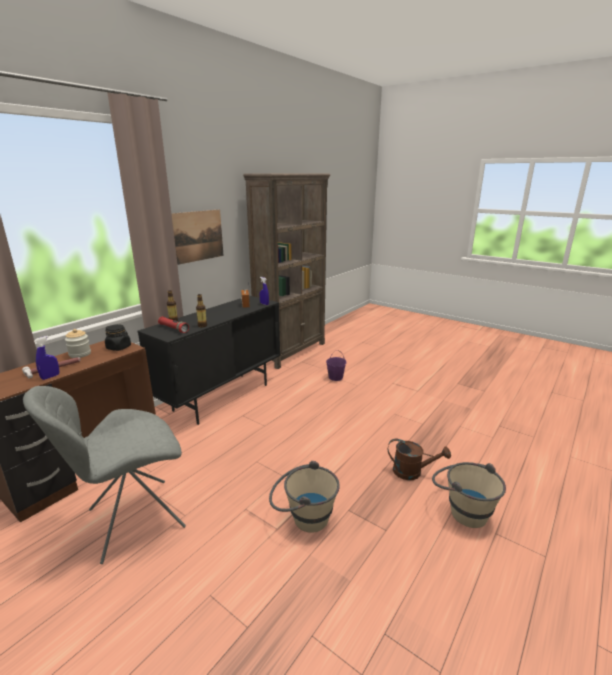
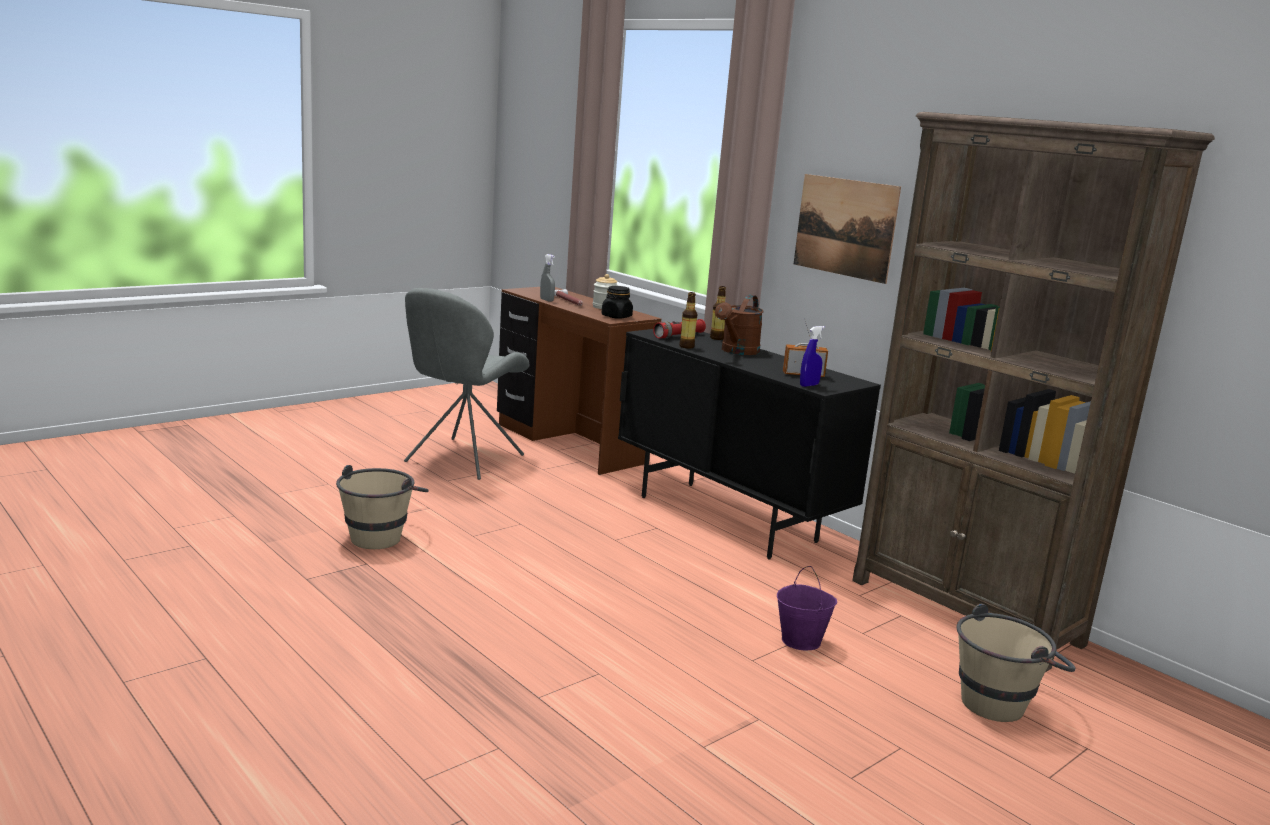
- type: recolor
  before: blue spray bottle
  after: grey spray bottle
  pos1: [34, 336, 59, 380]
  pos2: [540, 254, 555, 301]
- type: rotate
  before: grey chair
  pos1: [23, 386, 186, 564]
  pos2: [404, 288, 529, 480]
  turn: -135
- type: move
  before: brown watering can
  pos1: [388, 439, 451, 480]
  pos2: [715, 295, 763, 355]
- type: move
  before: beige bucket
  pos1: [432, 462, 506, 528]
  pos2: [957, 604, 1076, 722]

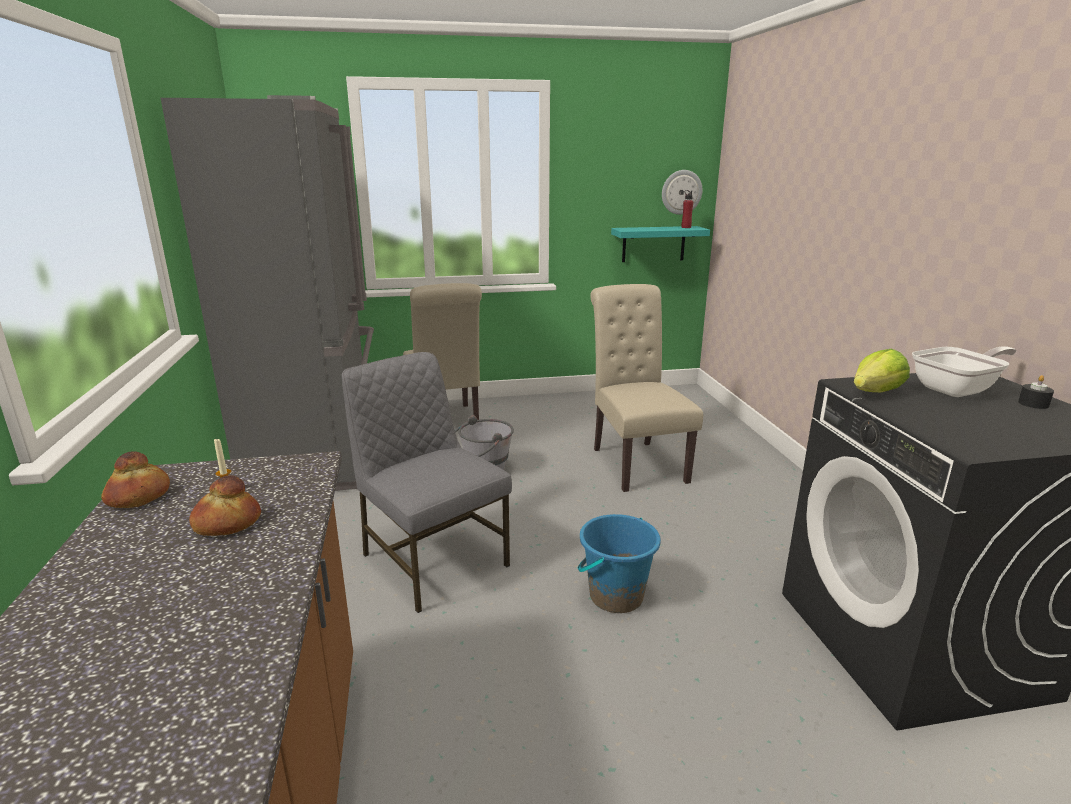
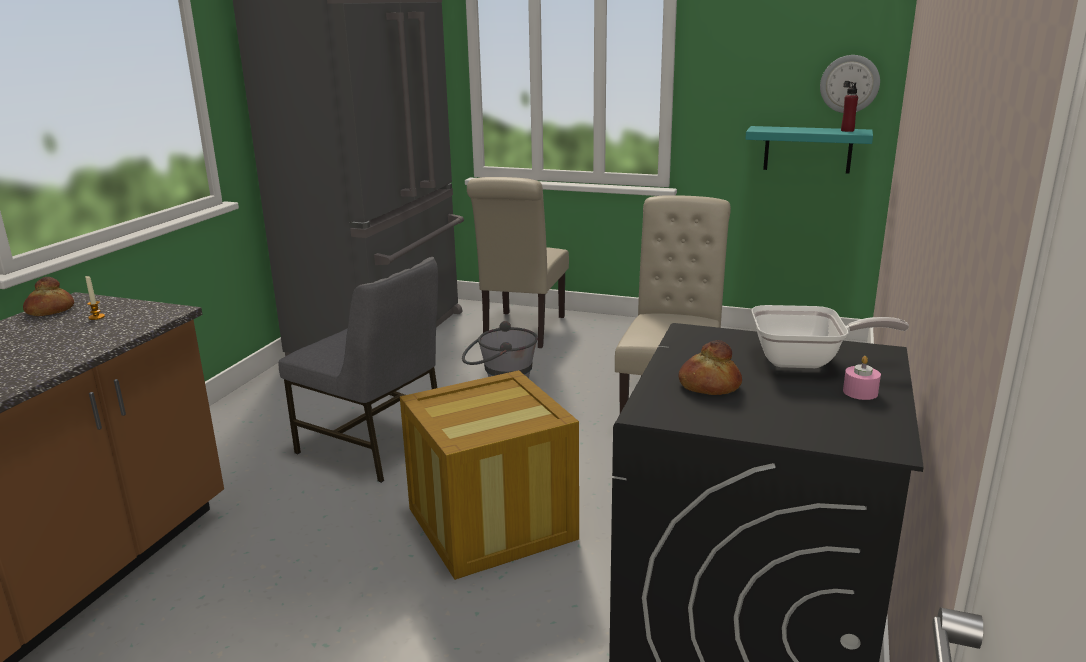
- type: delete
  before: lettuce
  pos1: [854, 348, 910, 392]
- type: rotate
  before: grey chair
  pos1: [342, 352, 512, 613]
  pos2: [279, 257, 438, 483]
  turn: 135
- type: recolor
  before: black candle
  after: pink candle
  pos1: [1018, 375, 1054, 409]
  pos2: [843, 356, 881, 400]
- type: move
  before: bread
  pos1: [189, 475, 261, 536]
  pos2: [679, 340, 742, 395]
- type: replace
  before: blue bucket
  after: crate
  pos1: [577, 514, 661, 613]
  pos2: [400, 370, 579, 580]

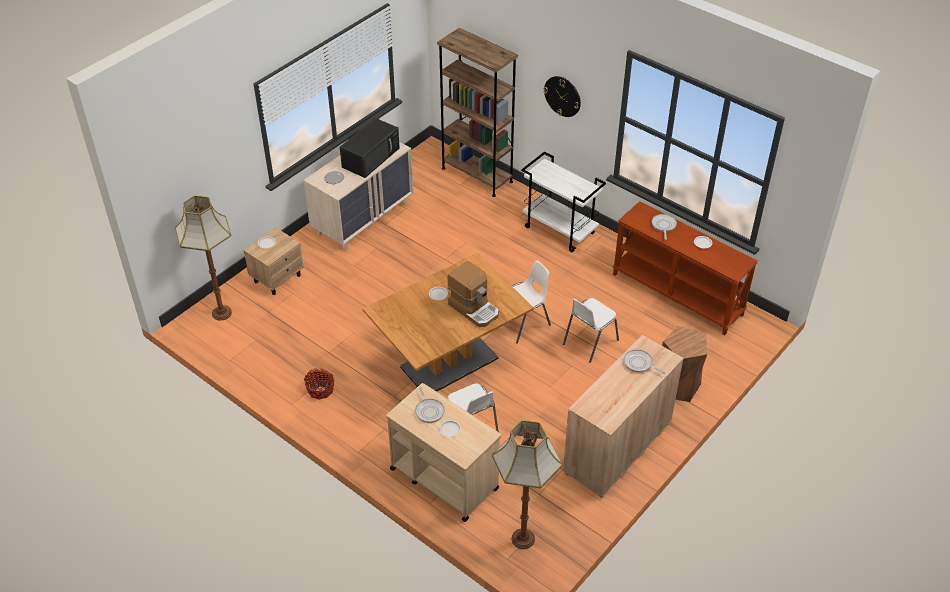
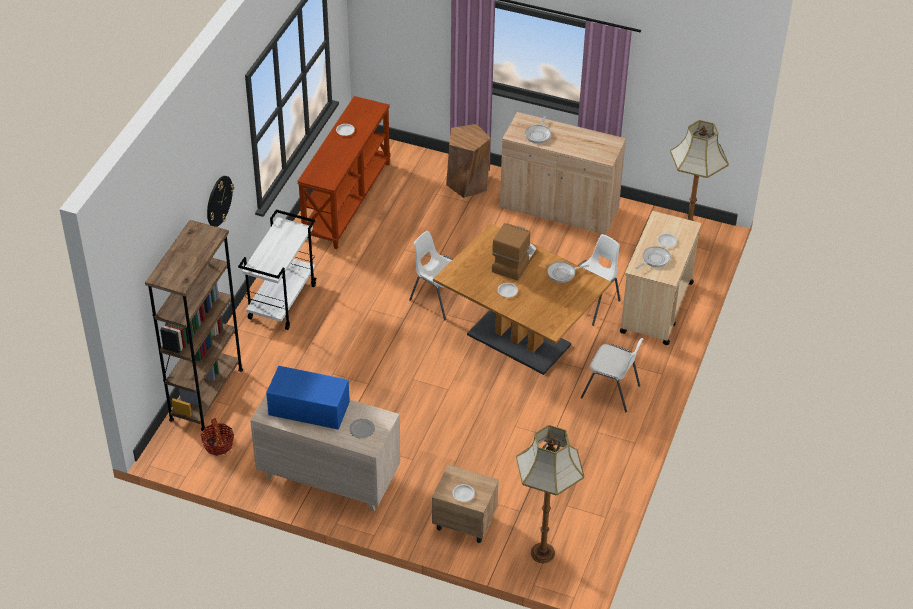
- type: recolor
  before: black microwave
  after: blue microwave
  pos1: [340, 118, 400, 178]
  pos2: [266, 366, 350, 430]
- type: move
  before: frying pan
  pos1: [652, 214, 677, 240]
  pos2: [547, 261, 589, 283]
- type: move
  before: white chair
  pos1: [563, 298, 619, 363]
  pos2: [581, 338, 644, 412]
- type: move
  before: basket
  pos1: [304, 368, 335, 400]
  pos2: [201, 418, 234, 456]

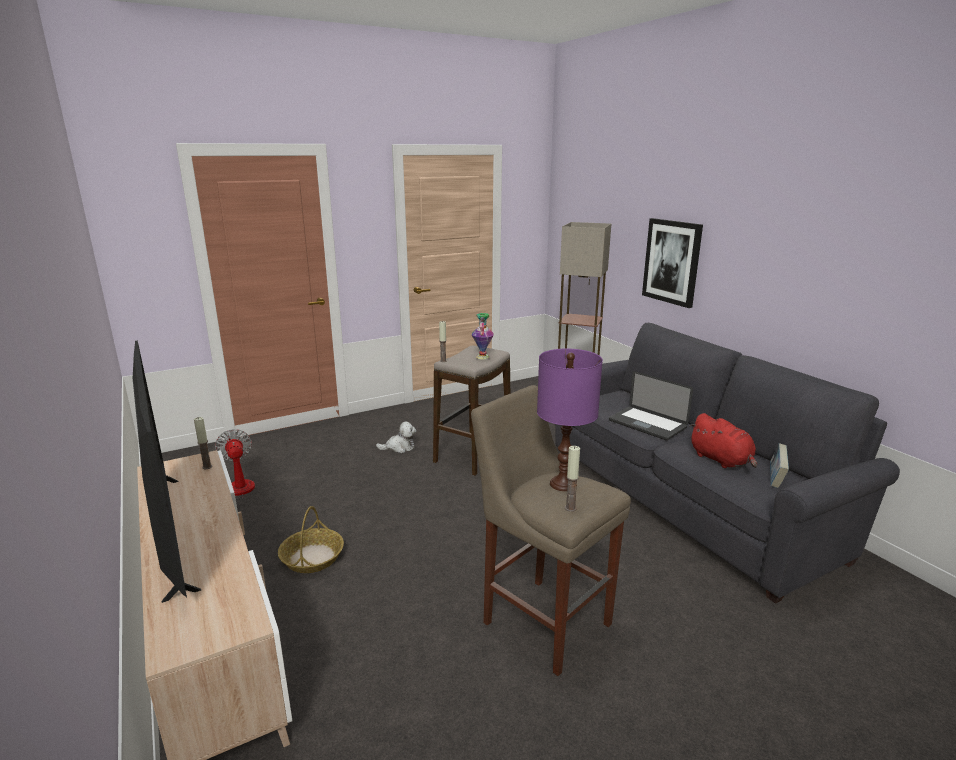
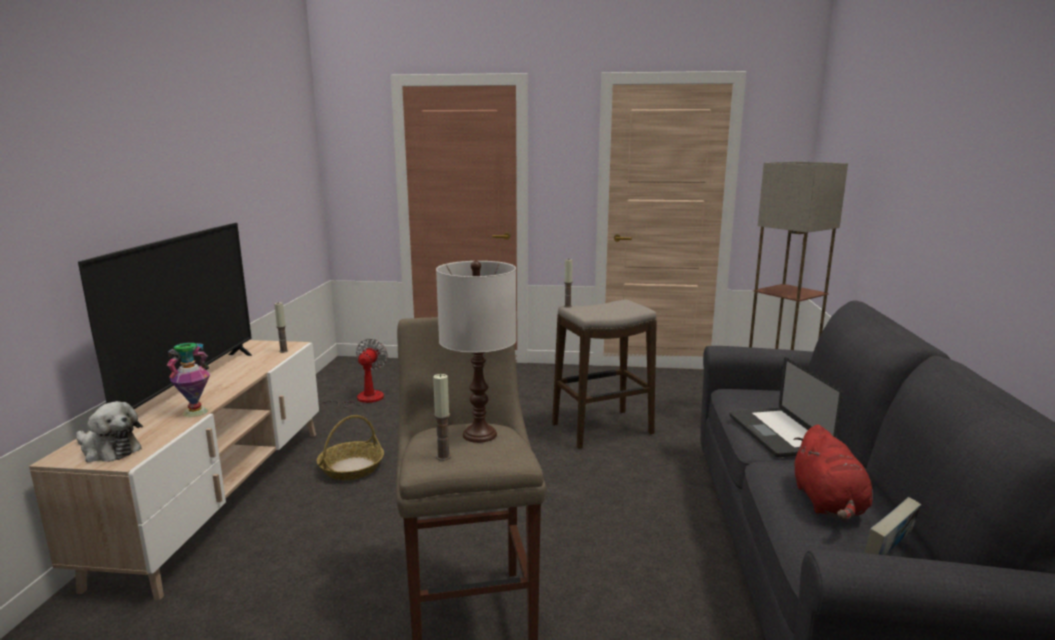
- type: delete
  before: picture
  pos1: [642, 218, 703, 308]
- type: move
  before: vase
  pos1: [472, 313, 494, 360]
  pos2: [167, 343, 210, 417]
- type: recolor
  before: purple table lamp
  after: white table lamp
  pos1: [537, 349, 603, 491]
  pos2: [436, 261, 516, 443]
- type: move
  before: plush toy
  pos1: [376, 421, 416, 453]
  pos2: [76, 401, 142, 462]

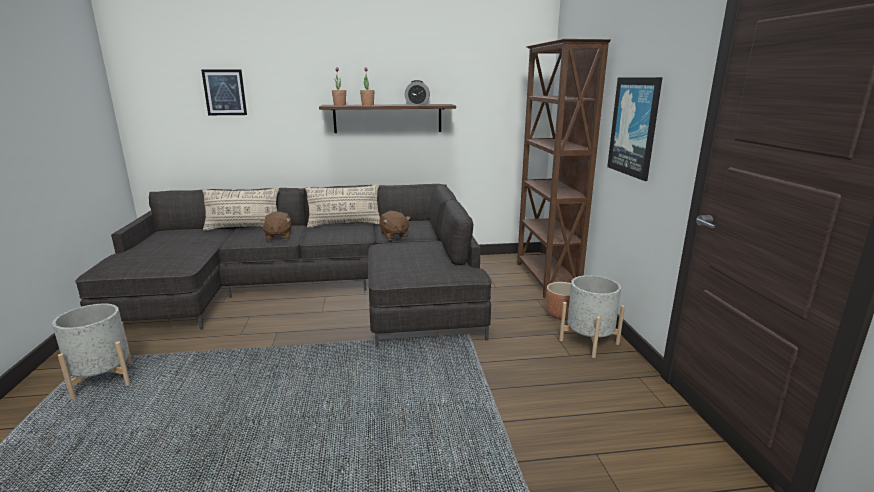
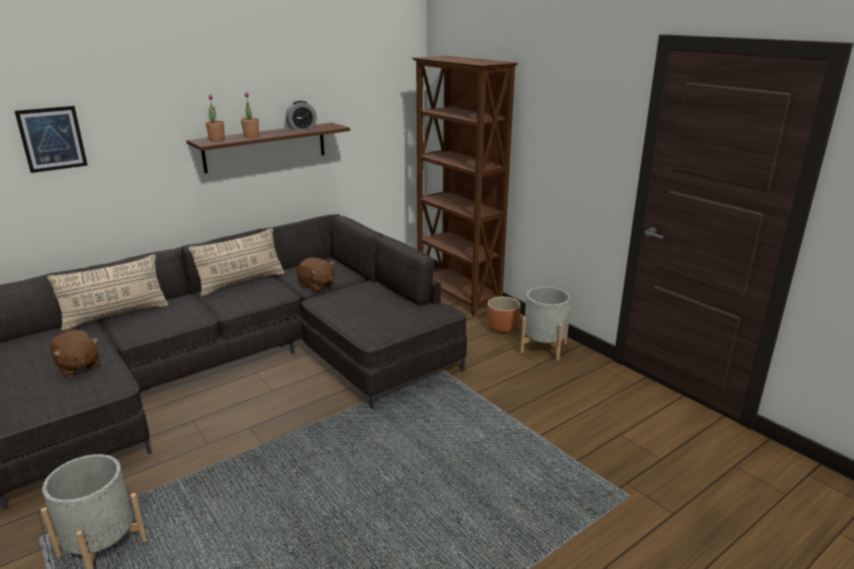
- type: delete
  before: picture
  pos1: [607, 77, 662, 181]
- type: move
  before: brown plush toy
  pos1: [260, 211, 291, 241]
  pos2: [51, 330, 100, 377]

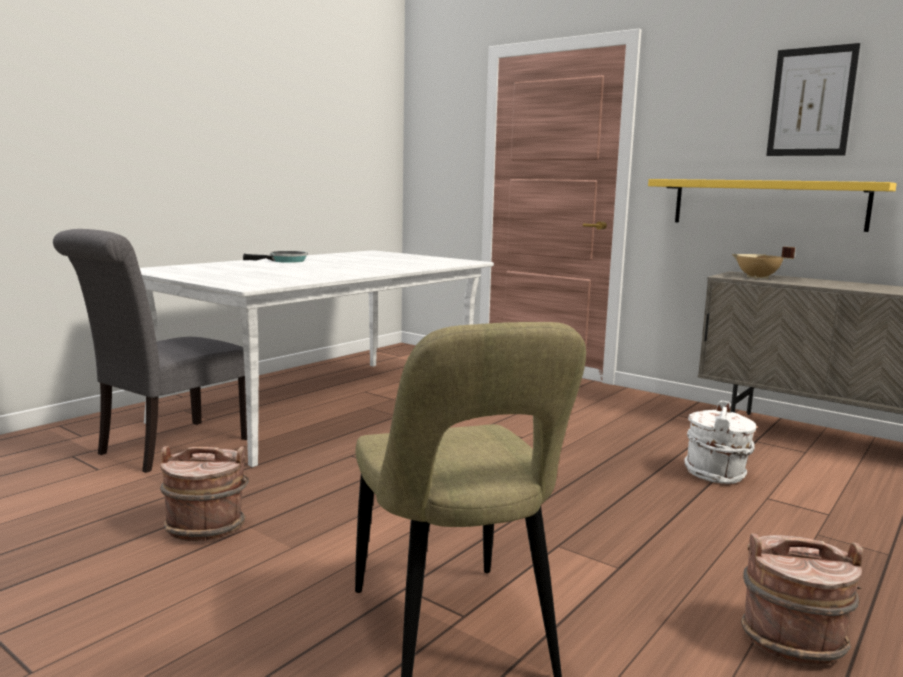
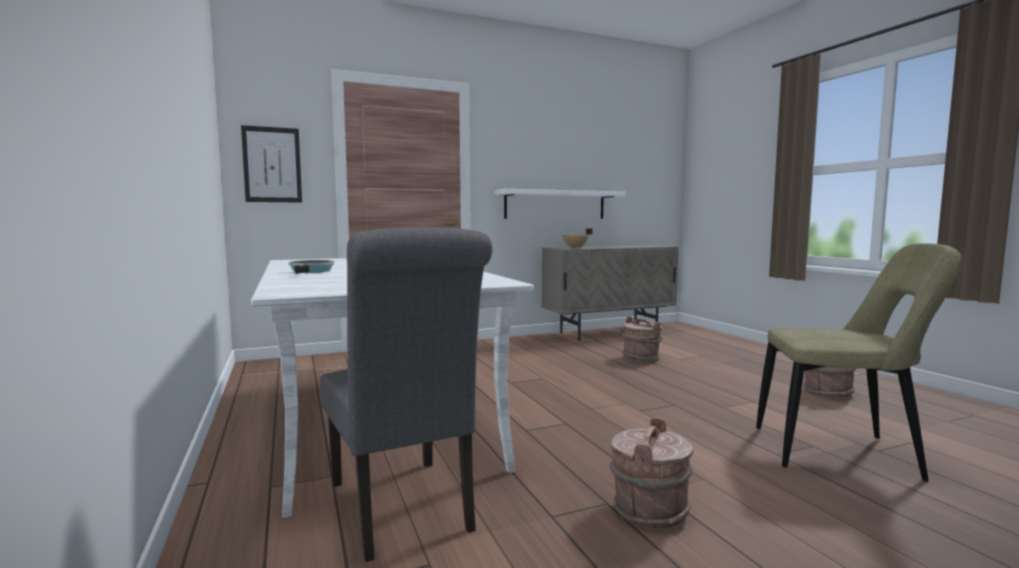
- type: move
  before: picture
  pos1: [766, 43, 860, 156]
  pos2: [241, 125, 302, 203]
- type: recolor
  before: yellow shelf
  after: white shelf
  pos1: [648, 179, 897, 232]
  pos2: [494, 189, 626, 219]
- type: recolor
  before: white bucket
  after: brown bucket
  pos1: [684, 401, 756, 484]
  pos2: [622, 317, 662, 362]

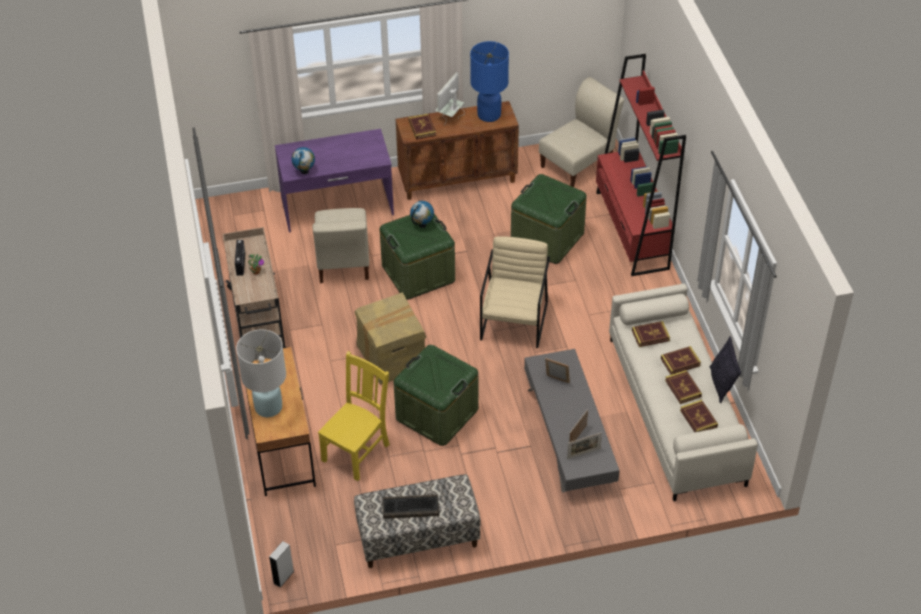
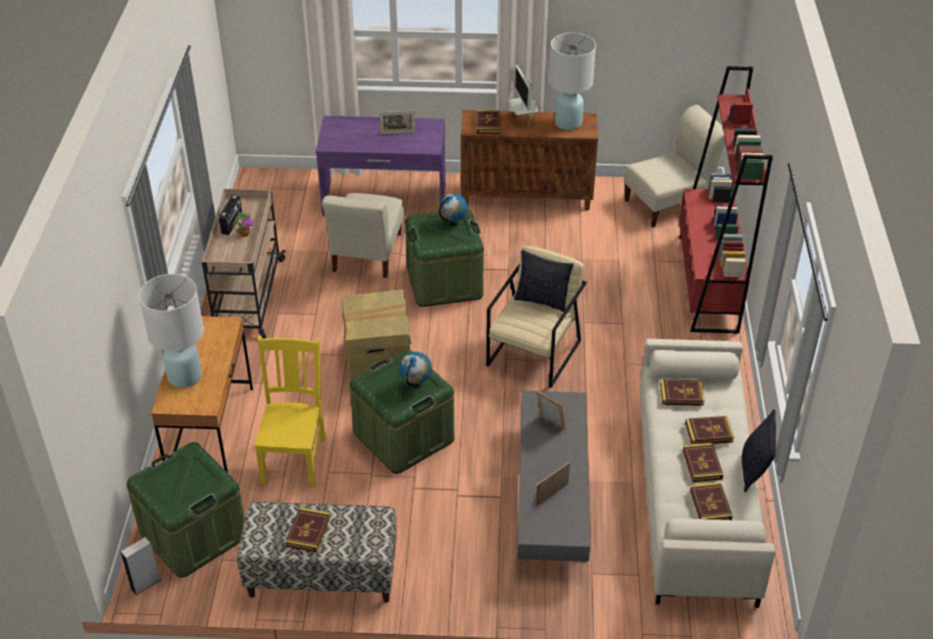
- type: recolor
  before: blue table lamp
  after: white table lamp
  pos1: [470, 41, 509, 122]
  pos2: [549, 33, 596, 130]
- type: rotate
  before: monitor
  pos1: [435, 72, 465, 125]
  pos2: [508, 65, 539, 126]
  turn: -60
- type: move
  before: globe
  pos1: [291, 147, 315, 174]
  pos2: [400, 352, 432, 388]
- type: move
  before: green storage box
  pos1: [511, 174, 587, 264]
  pos2: [126, 442, 245, 578]
- type: rotate
  before: yellow chair
  pos1: [318, 351, 390, 481]
  pos2: [255, 336, 326, 487]
  turn: -45
- type: move
  before: picture frame
  pos1: [567, 432, 602, 459]
  pos2: [379, 110, 416, 134]
- type: replace
  before: keyboard
  after: book
  pos1: [383, 495, 439, 519]
  pos2: [285, 507, 330, 553]
- type: insert
  after: pillow
  pos2: [514, 250, 574, 312]

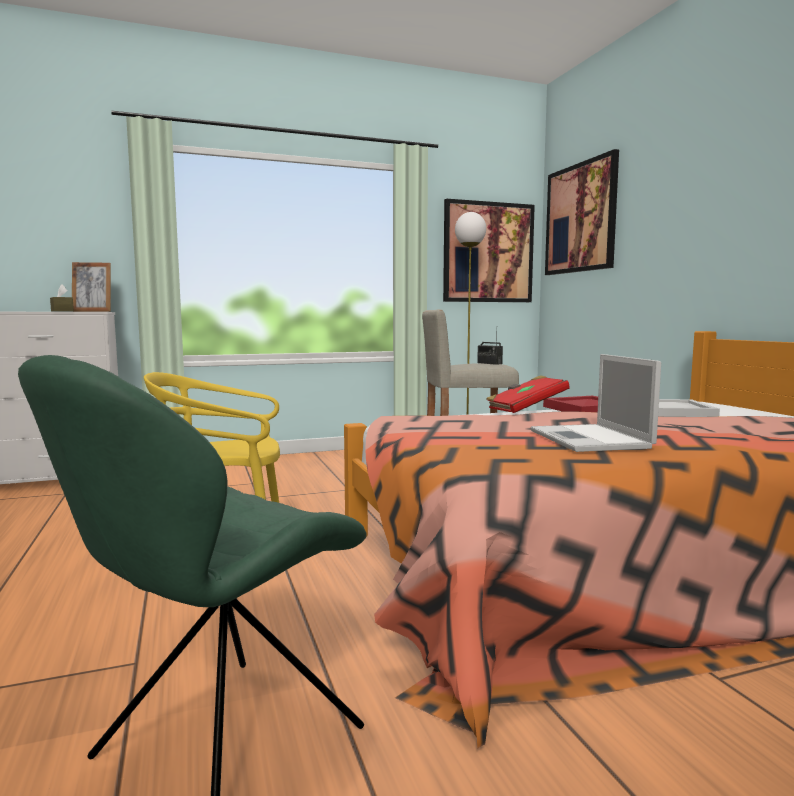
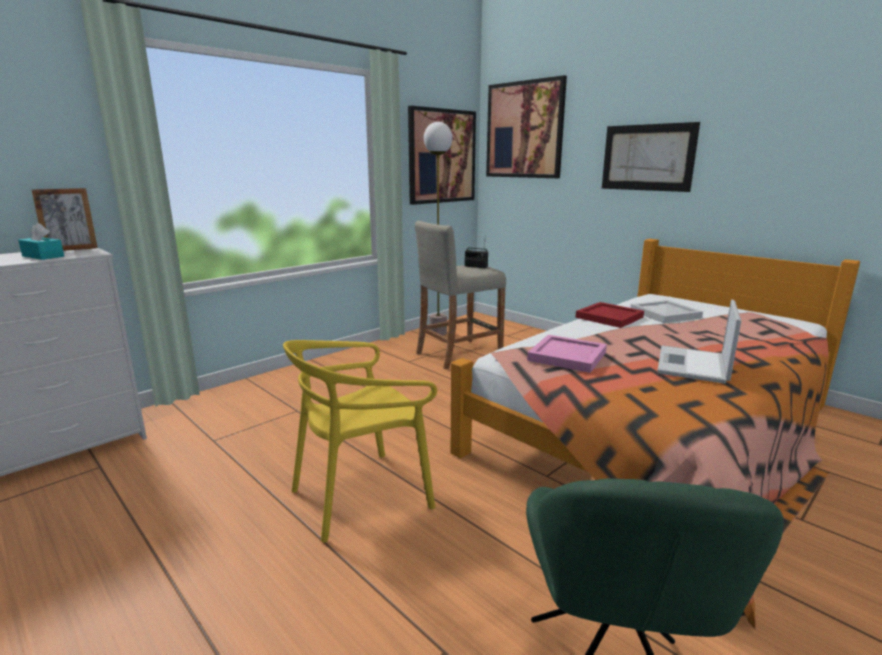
- type: recolor
  before: brown tissue box
  after: turquoise tissue box
  pos1: [50, 284, 74, 312]
  pos2: [18, 223, 64, 260]
- type: rotate
  before: laptop
  pos1: [531, 354, 661, 452]
  pos2: [657, 300, 741, 384]
  turn: 60
- type: delete
  before: red book
  pos1: [486, 375, 570, 413]
- type: insert
  after: picture
  pos2: [602, 122, 700, 192]
- type: insert
  after: pink tray
  pos2: [527, 335, 607, 373]

